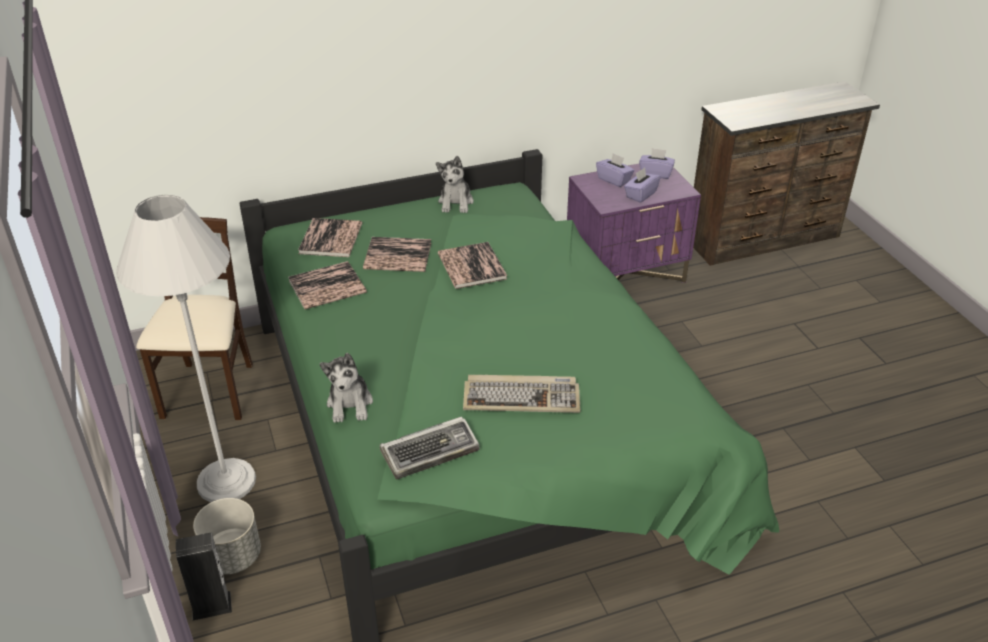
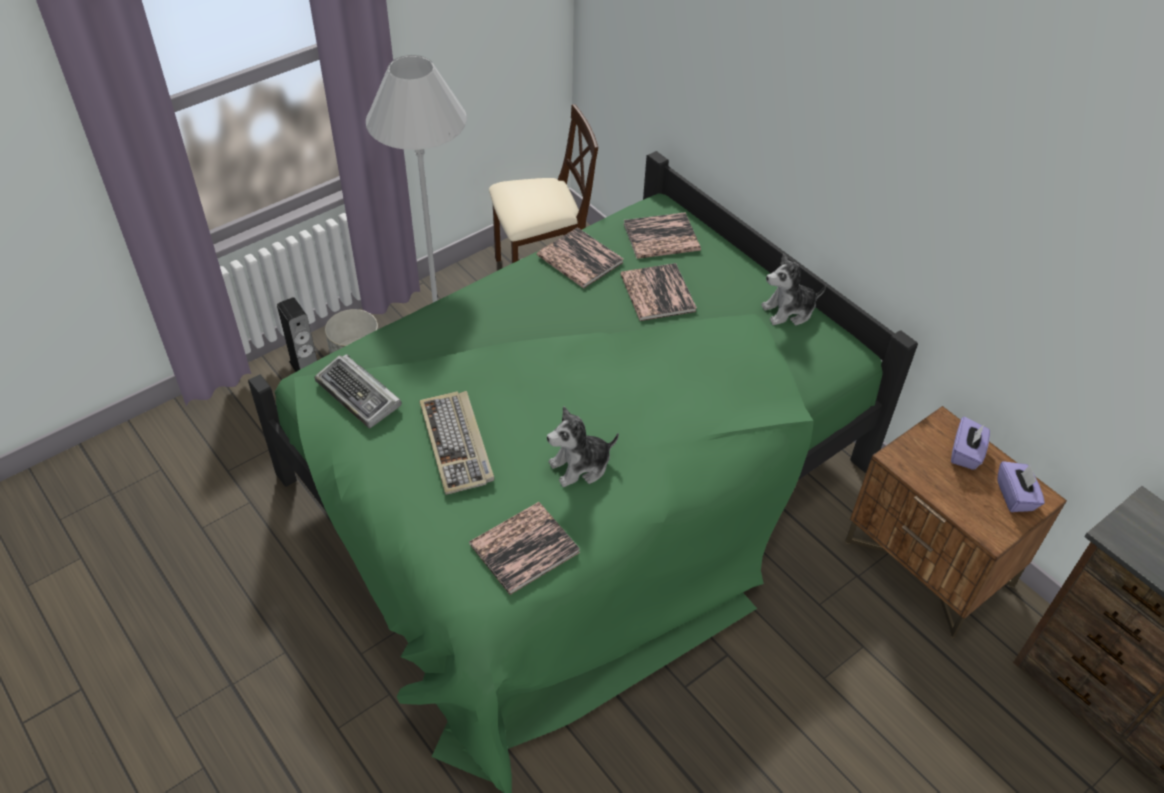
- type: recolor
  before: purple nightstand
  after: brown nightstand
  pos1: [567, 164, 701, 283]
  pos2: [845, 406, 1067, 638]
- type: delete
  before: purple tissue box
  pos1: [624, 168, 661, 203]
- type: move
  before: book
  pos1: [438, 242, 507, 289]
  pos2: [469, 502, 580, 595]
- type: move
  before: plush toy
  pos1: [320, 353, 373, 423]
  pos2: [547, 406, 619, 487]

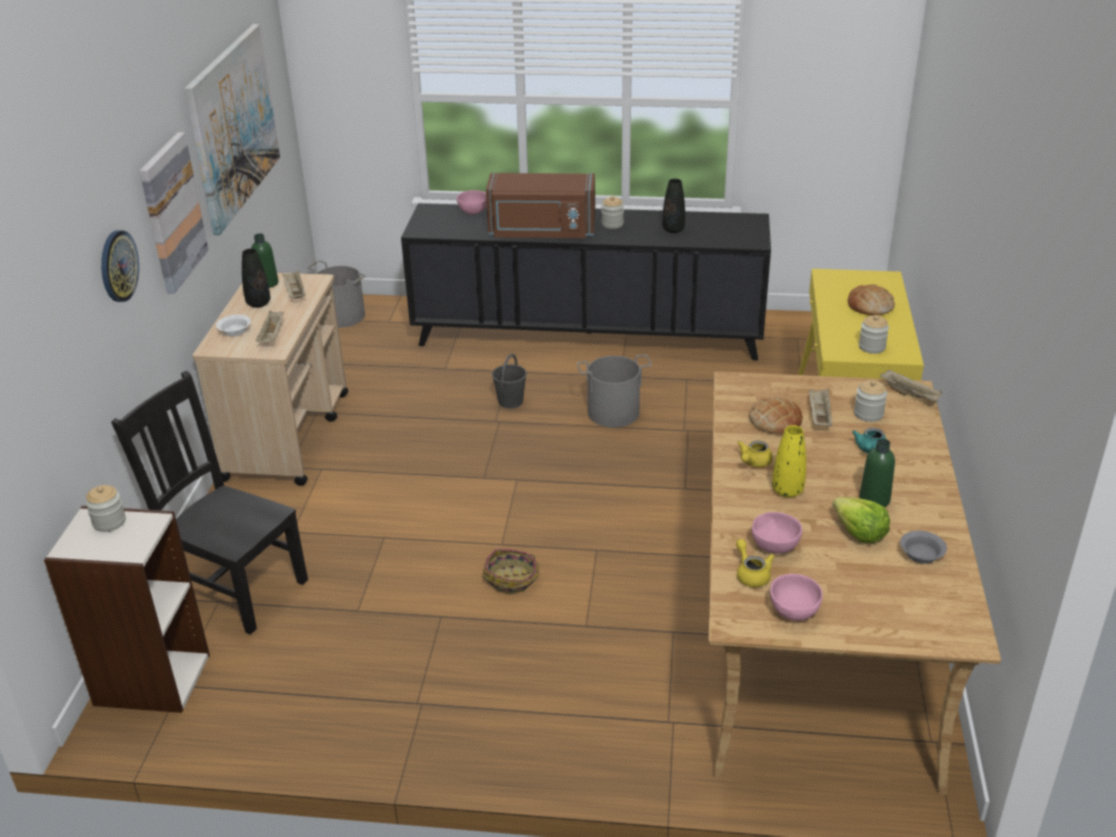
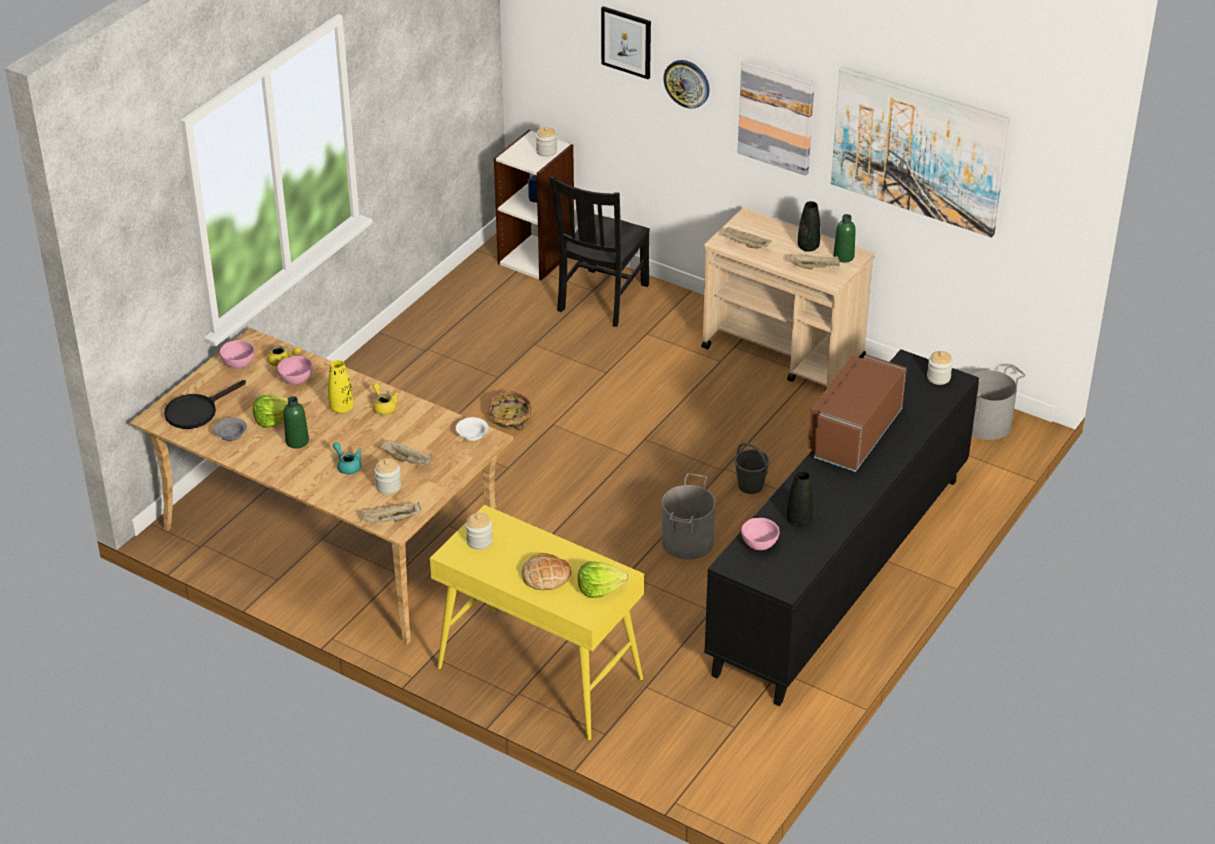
- type: move
  before: pink bowl
  pos1: [457, 190, 487, 215]
  pos2: [741, 518, 780, 550]
- type: move
  before: jar
  pos1: [601, 196, 624, 229]
  pos2: [927, 351, 953, 385]
- type: move
  before: white bowl
  pos1: [216, 315, 251, 336]
  pos2: [456, 417, 488, 441]
- type: rotate
  before: black chair
  pos1: [111, 371, 308, 635]
  pos2: [549, 176, 650, 327]
  turn: 150
- type: delete
  before: bread
  pos1: [749, 397, 803, 434]
- type: insert
  after: picture
  pos2: [601, 6, 651, 79]
- type: insert
  after: black frying pan
  pos2: [164, 380, 246, 429]
- type: insert
  after: lettuce
  pos2: [578, 561, 628, 598]

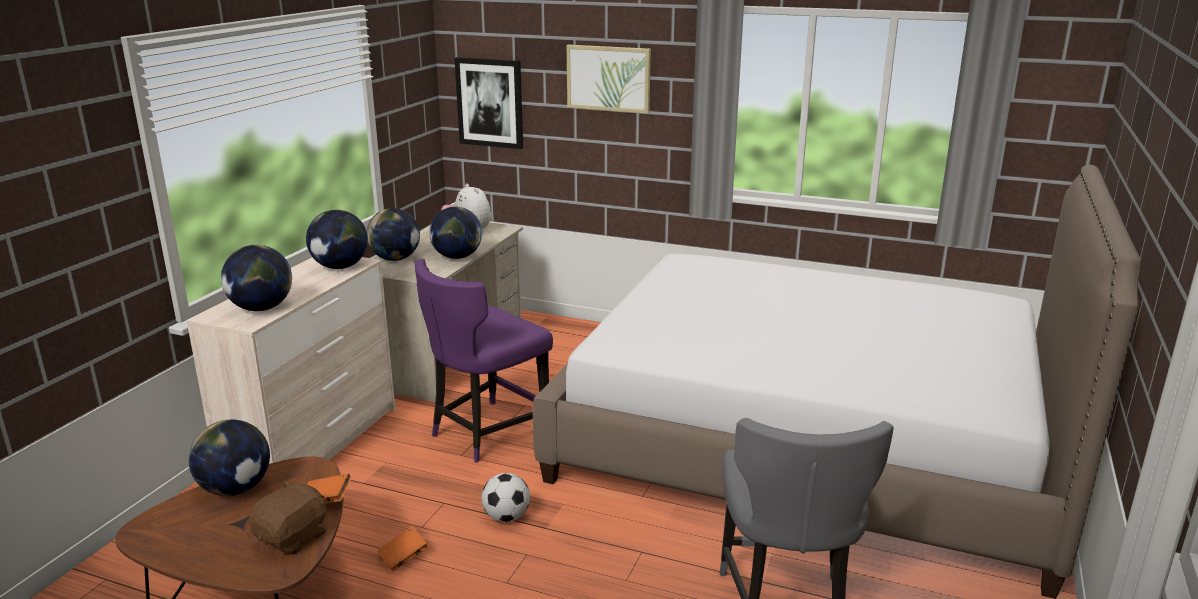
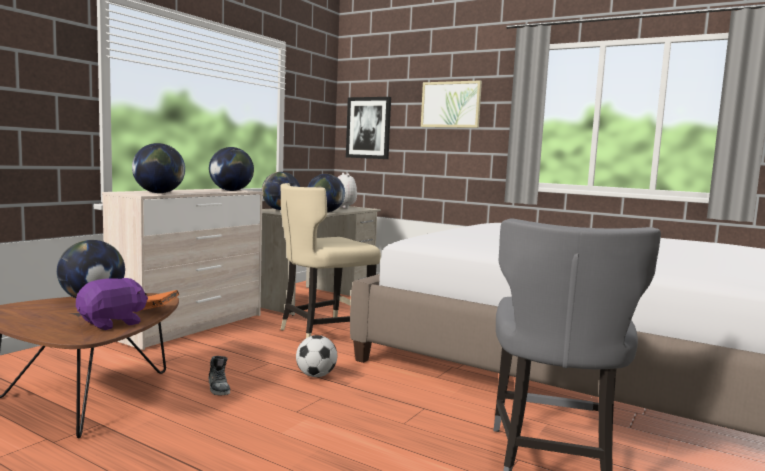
- type: recolor
  before: purple chair
  after: beige chair
  pos1: [414, 259, 553, 463]
  pos2: [280, 183, 381, 338]
- type: recolor
  before: brown plush toy
  after: purple plush toy
  pos1: [249, 481, 327, 555]
  pos2: [76, 278, 148, 330]
- type: replace
  before: orange book
  after: shoe
  pos1: [377, 526, 428, 572]
  pos2: [208, 356, 230, 396]

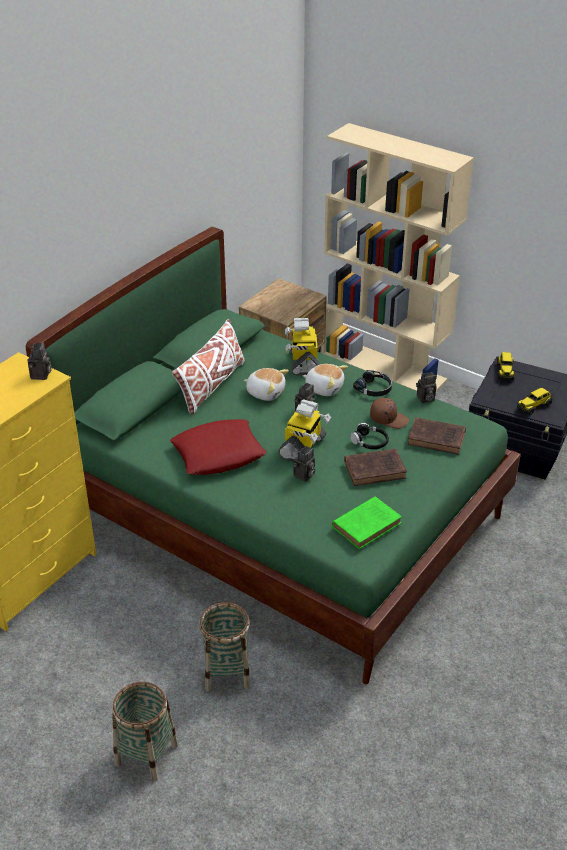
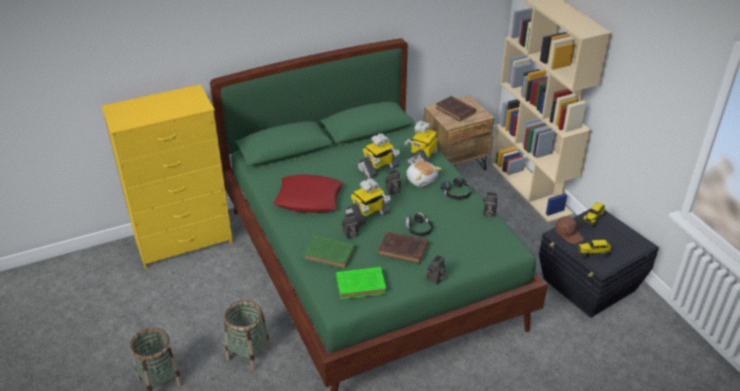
- type: delete
  before: white pillow
  pos1: [172, 319, 245, 414]
- type: move
  before: photo camera
  pos1: [27, 342, 52, 380]
  pos2: [427, 255, 446, 284]
- type: replace
  before: plush toy
  after: toy robot
  pos1: [244, 368, 289, 401]
  pos2: [357, 133, 400, 178]
- type: move
  before: brown cap
  pos1: [370, 398, 409, 429]
  pos2: [555, 216, 584, 244]
- type: move
  before: brown book
  pos1: [407, 417, 466, 455]
  pos2: [436, 96, 476, 121]
- type: insert
  after: green book
  pos2: [304, 235, 356, 269]

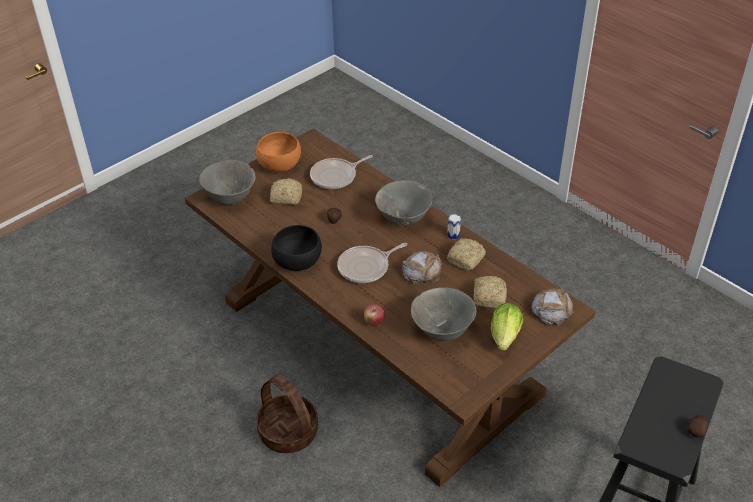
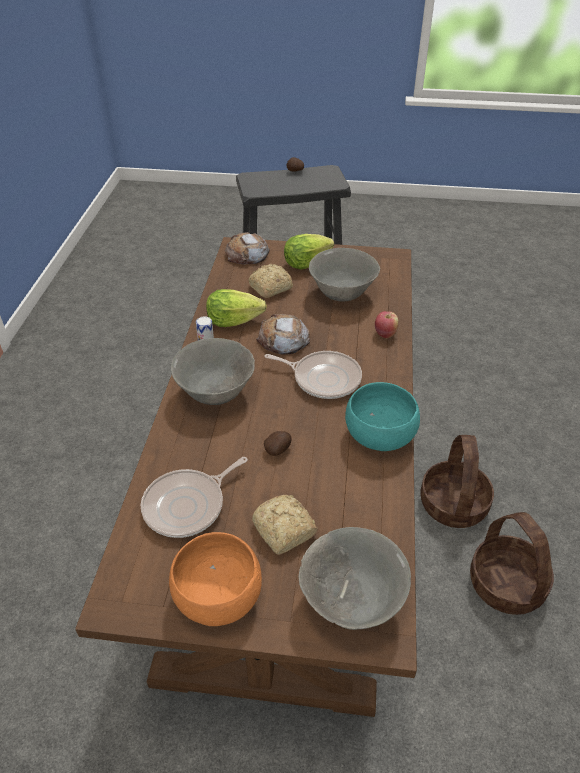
- type: rotate
  before: frying pan
  pos1: [310, 155, 373, 189]
  pos2: [141, 457, 248, 538]
  turn: 120
- type: recolor
  before: black bowl
  after: turquoise bowl
  pos1: [271, 225, 322, 271]
  pos2: [345, 382, 420, 451]
- type: replace
  before: bread
  after: lettuce
  pos1: [447, 238, 486, 270]
  pos2: [206, 289, 267, 327]
- type: insert
  after: basket
  pos2: [470, 512, 554, 615]

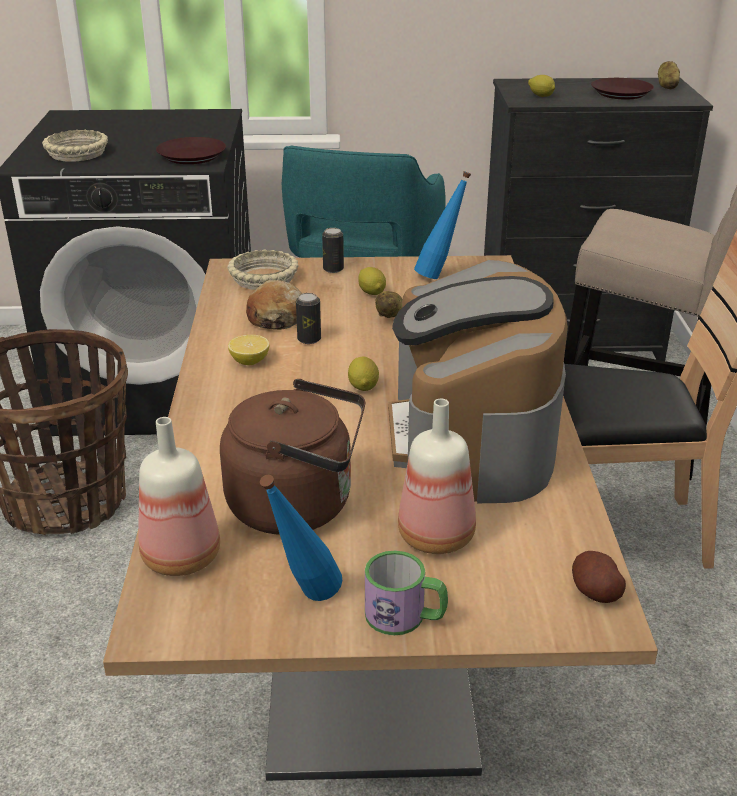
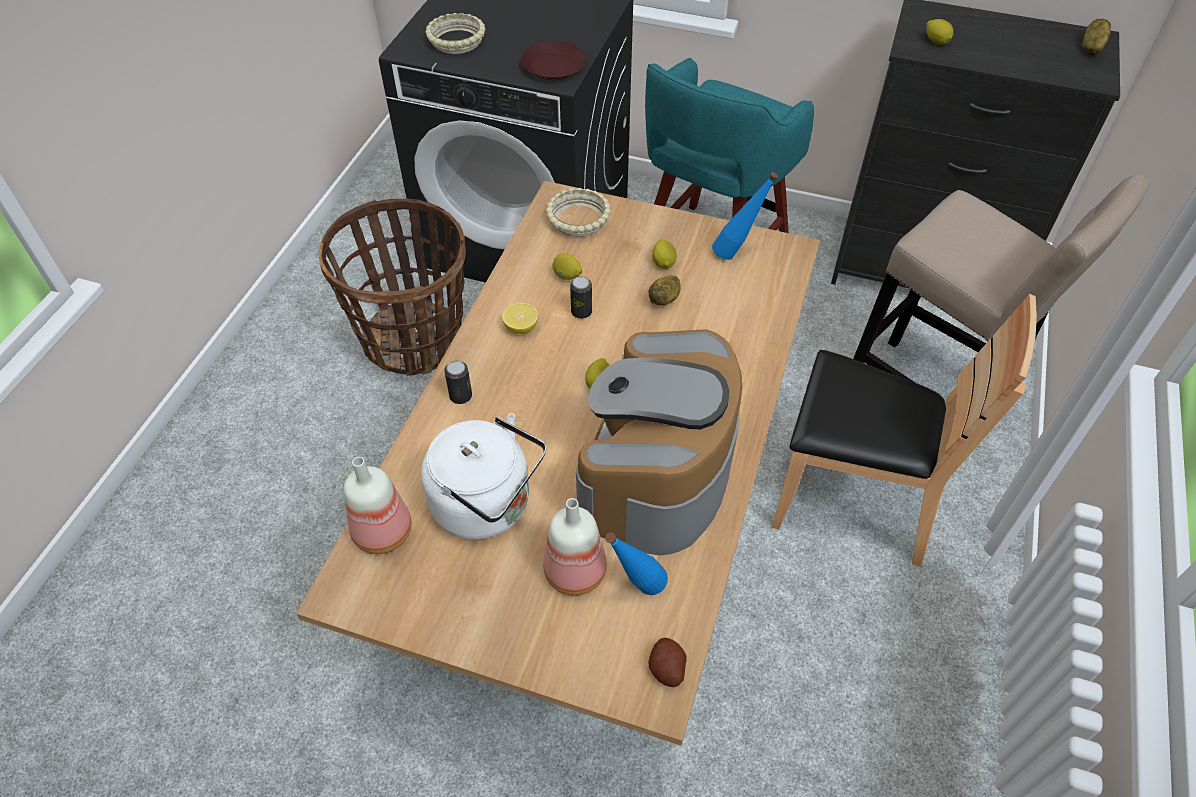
- type: delete
  before: brown plate
  pos1: [591, 78, 654, 100]
- type: move
  before: can
  pos1: [322, 228, 344, 273]
  pos2: [444, 360, 472, 404]
- type: replace
  before: bread
  after: lemon
  pos1: [246, 280, 302, 330]
  pos2: [553, 253, 582, 280]
- type: recolor
  before: brown kettle
  after: white kettle
  pos1: [220, 379, 365, 535]
  pos2: [421, 413, 546, 540]
- type: move
  before: blue bottle
  pos1: [260, 475, 342, 601]
  pos2: [605, 532, 668, 595]
- type: delete
  before: mug
  pos1: [365, 551, 448, 635]

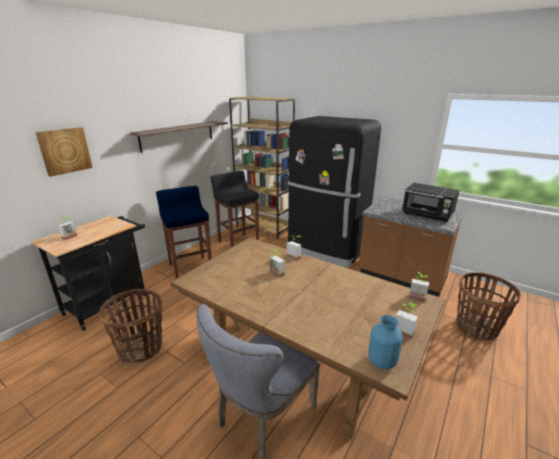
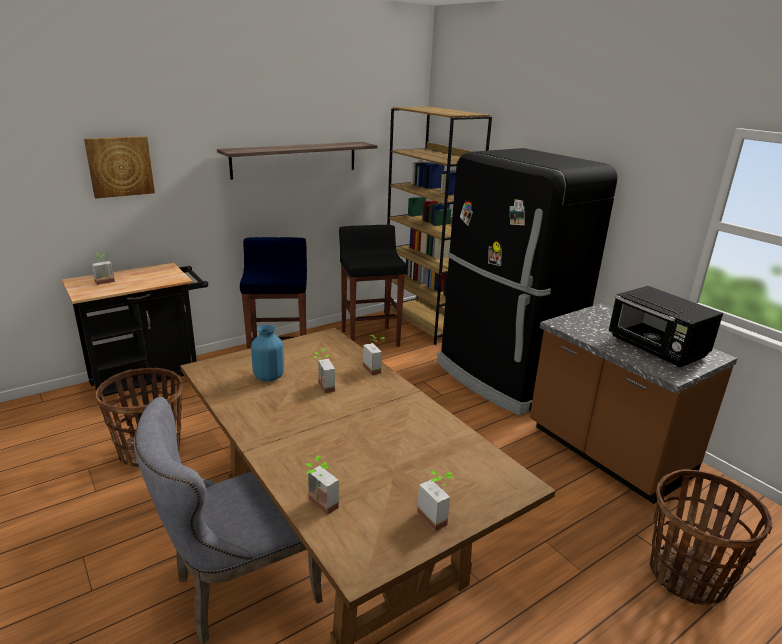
- type: move
  before: potted plant
  pos1: [409, 272, 429, 302]
  pos2: [305, 455, 339, 515]
- type: move
  before: blue vase
  pos1: [368, 315, 403, 369]
  pos2: [251, 325, 284, 381]

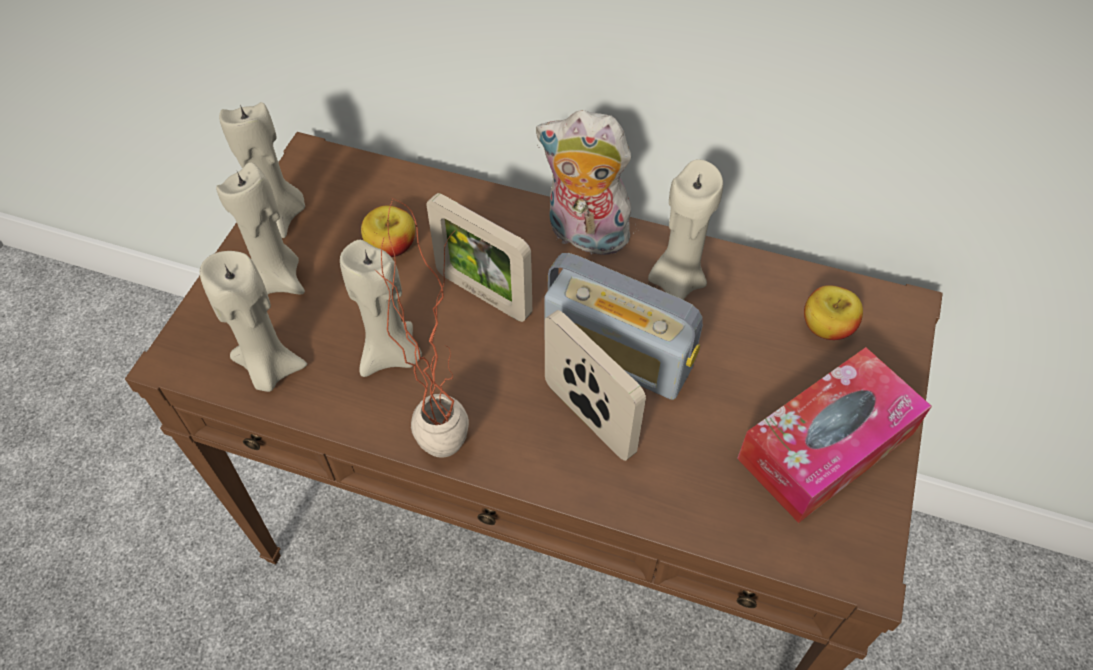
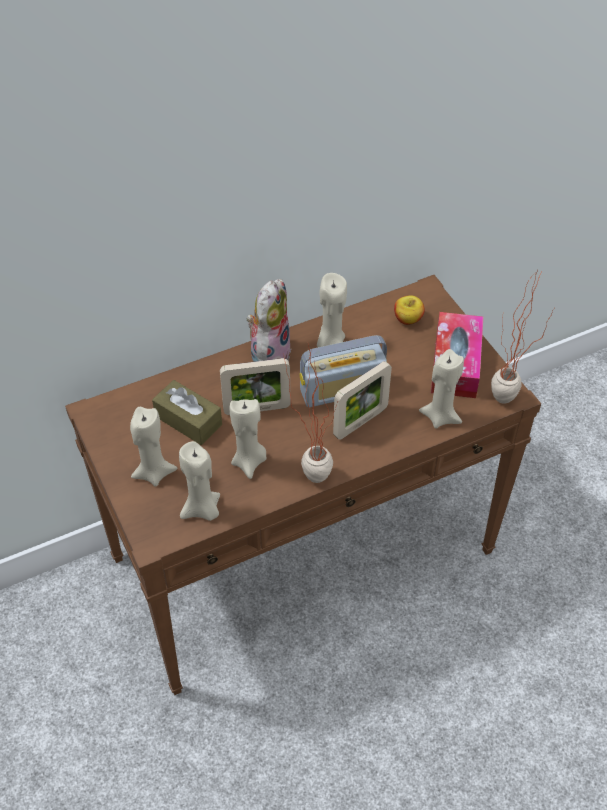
- type: move
  before: beige candle
  pos1: [219, 102, 305, 238]
  pos2: [419, 349, 464, 429]
- type: rotate
  before: plush toy
  pos1: [536, 110, 631, 255]
  pos2: [246, 279, 292, 362]
  turn: 135
- type: replace
  before: apple
  after: brown tissue box
  pos1: [361, 205, 415, 257]
  pos2: [152, 380, 222, 445]
- type: rotate
  before: picture frame
  pos1: [545, 310, 646, 461]
  pos2: [333, 361, 392, 440]
  turn: 135
- type: insert
  after: potted plant
  pos2: [491, 271, 555, 404]

